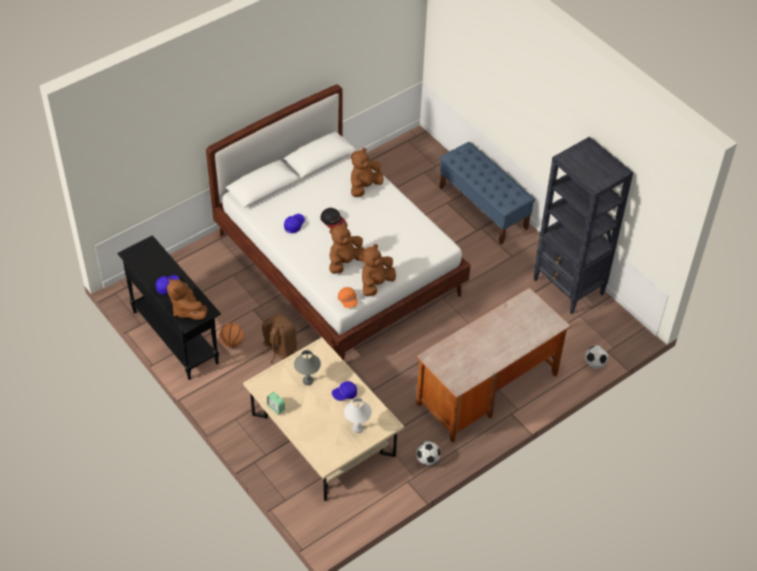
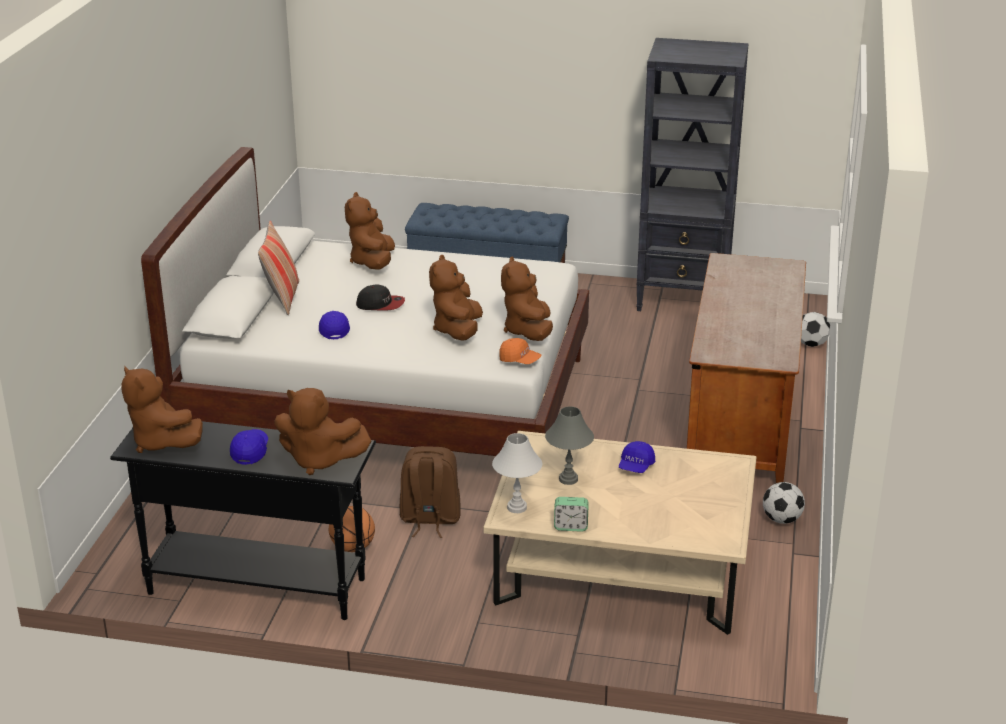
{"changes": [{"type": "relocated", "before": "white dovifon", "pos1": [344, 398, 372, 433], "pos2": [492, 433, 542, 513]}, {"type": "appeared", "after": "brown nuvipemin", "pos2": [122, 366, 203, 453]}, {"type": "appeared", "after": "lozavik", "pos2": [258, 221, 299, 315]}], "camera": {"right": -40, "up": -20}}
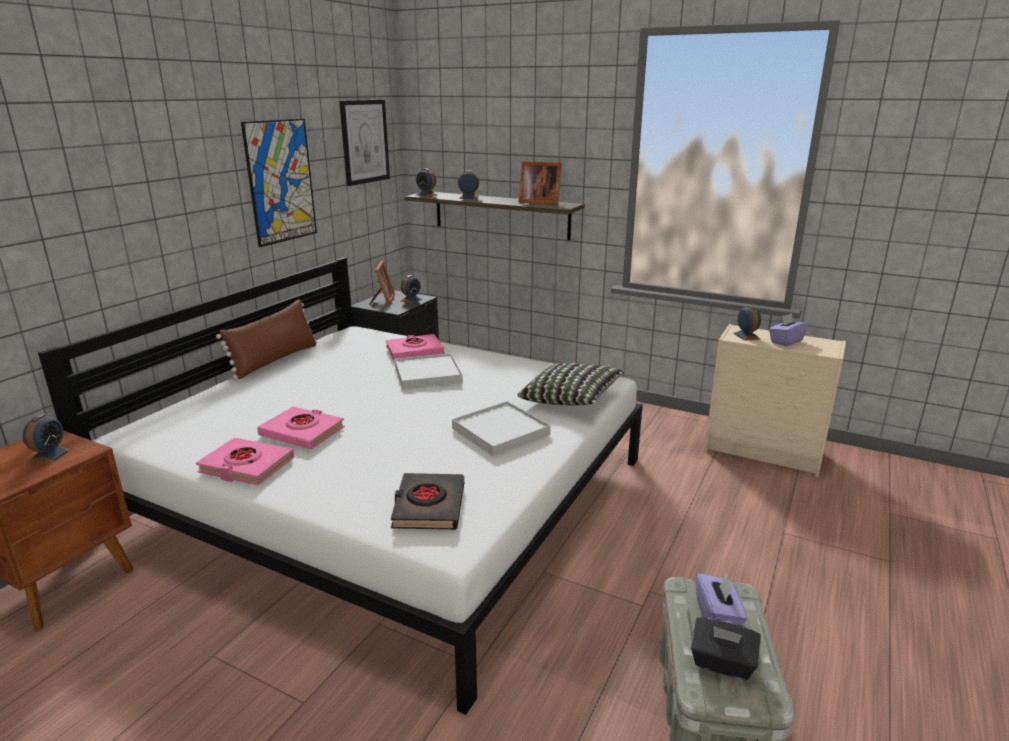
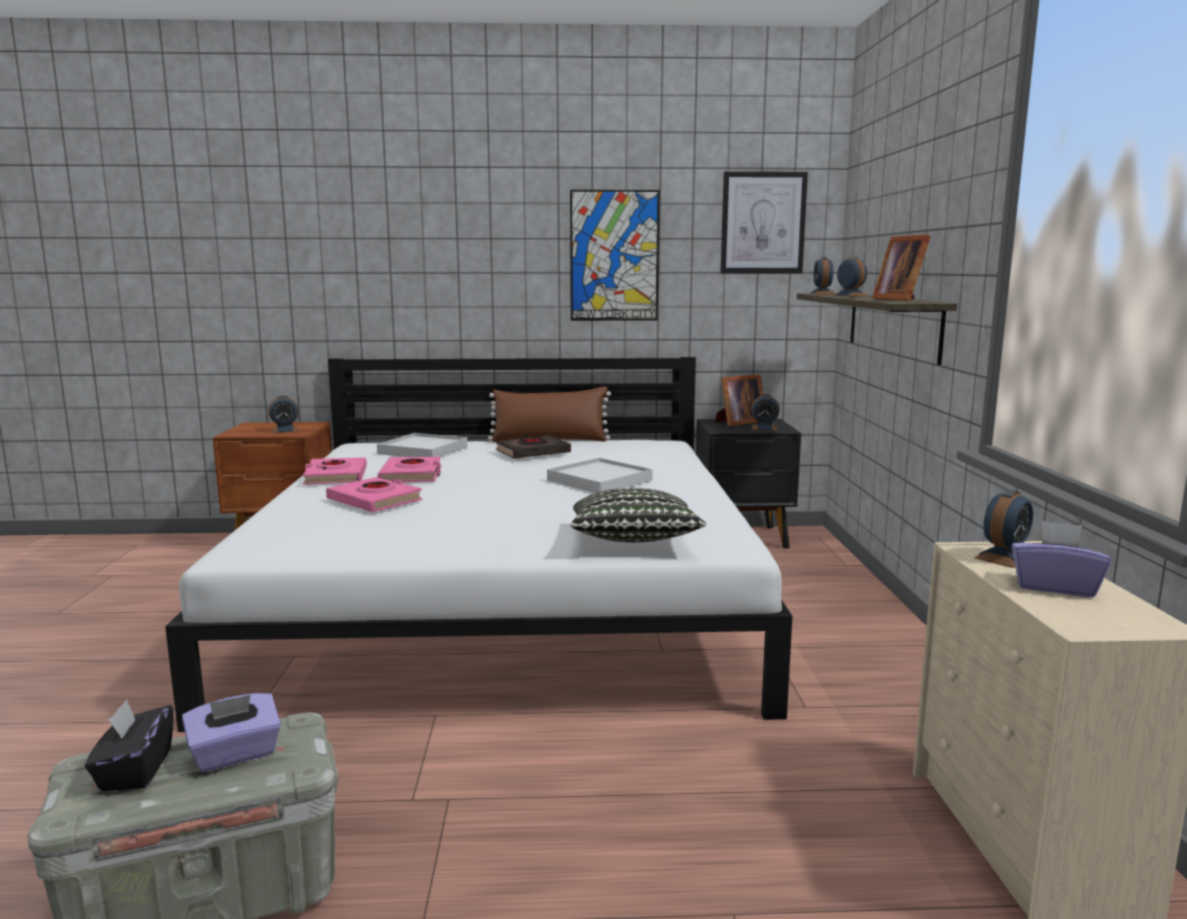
{"changes": [{"type": "relocated", "before": "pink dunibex", "pos1": [386, 334, 444, 360], "pos2": [326, 477, 422, 512]}, {"type": "relocated", "before": "black dunibex", "pos1": [391, 473, 464, 530], "pos2": [496, 435, 571, 459]}, {"type": "relocated", "before": "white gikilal", "pos1": [452, 401, 551, 456], "pos2": [377, 433, 467, 457]}], "camera": {"right": 60, "up": -10}}
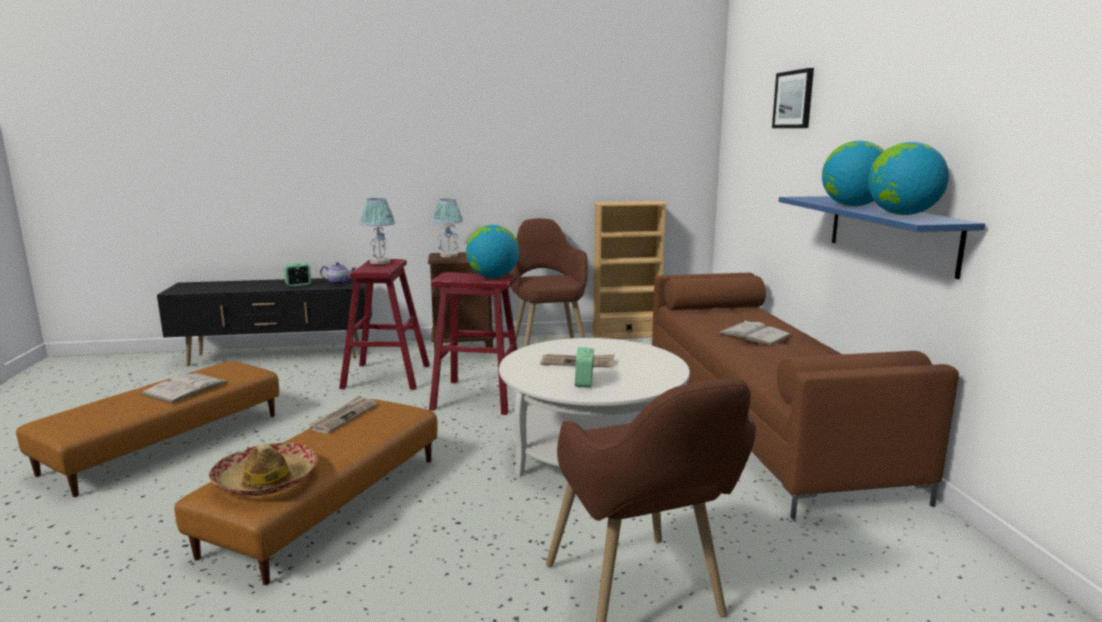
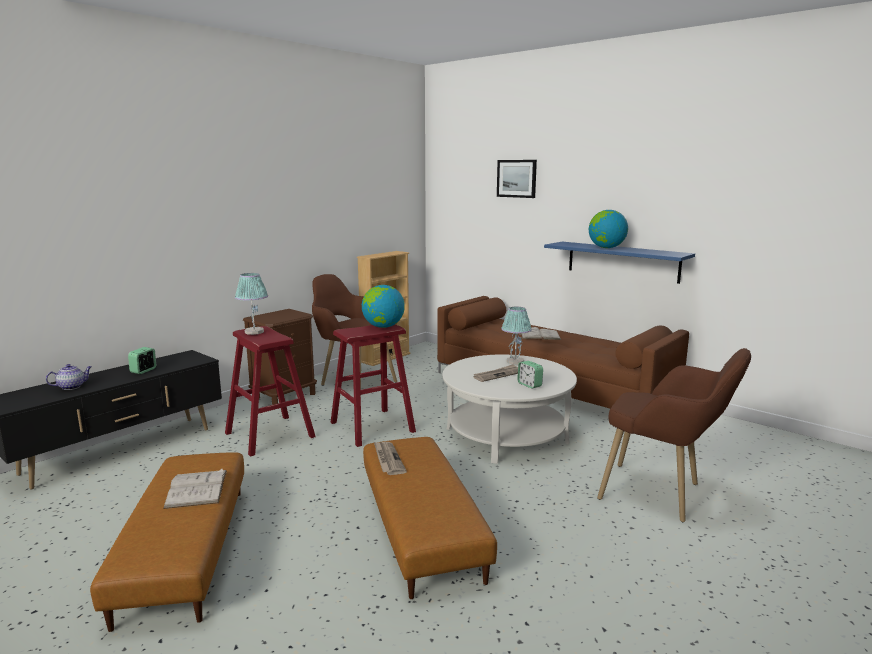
{"changes": [{"type": "missing", "before": "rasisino", "pos1": [209, 442, 318, 496]}, {"type": "relocated", "before": "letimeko", "pos1": [320, 262, 355, 285], "pos2": [46, 364, 92, 390]}, {"type": "relocated", "before": "dovifon", "pos1": [432, 199, 463, 258], "pos2": [501, 307, 532, 365]}, {"type": "missing", "before": "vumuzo", "pos1": [868, 142, 949, 215]}], "camera": {"right": -40, "up": 0}}
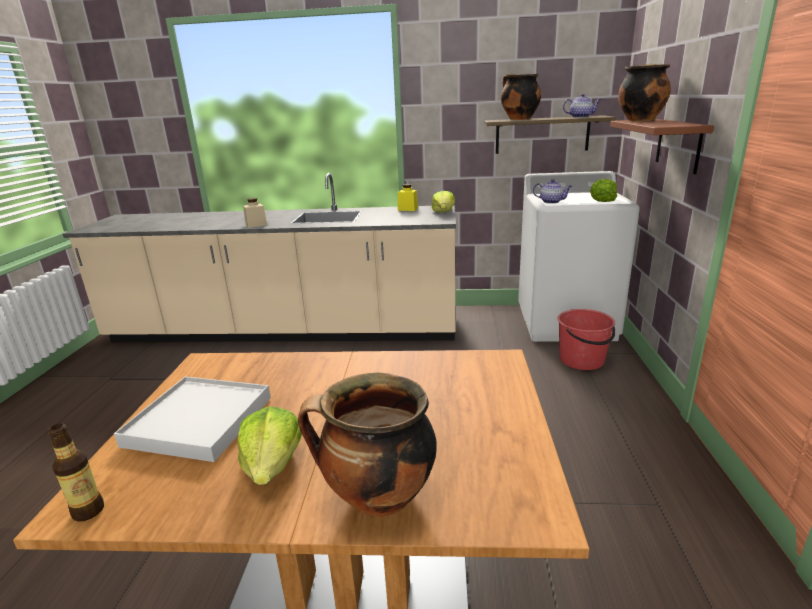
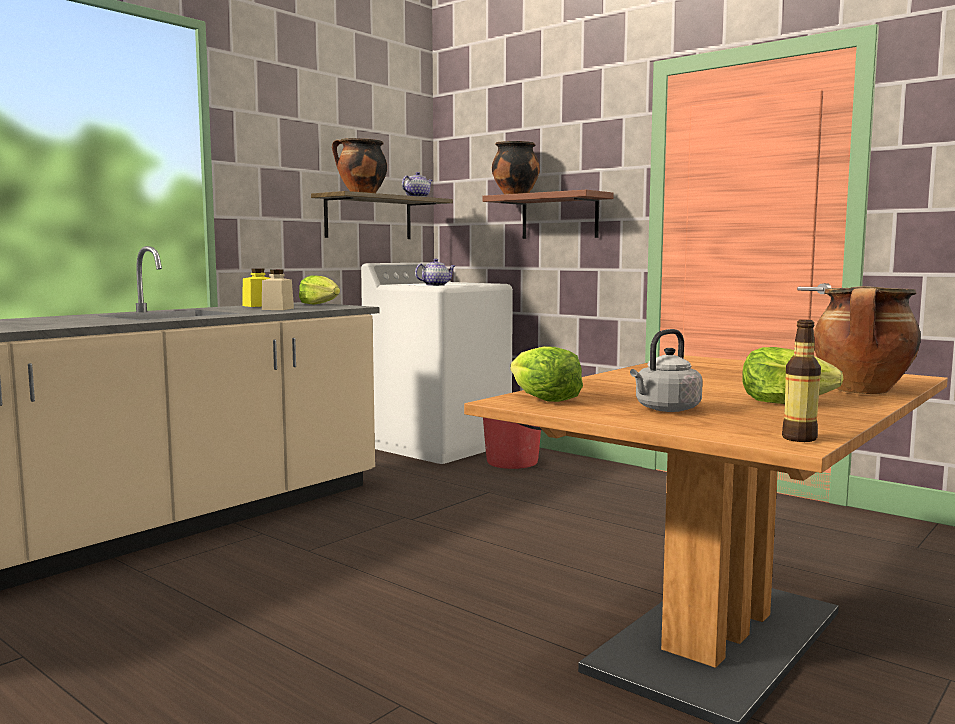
{"changes": [{"type": "exchanged", "before": "white gikilal", "after": "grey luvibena", "pos1": [114, 376, 271, 462], "pos2": [630, 329, 703, 412]}, {"type": "relocated", "before": "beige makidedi", "pos1": [243, 198, 267, 228], "pos2": [262, 269, 294, 310]}, {"type": "relocated", "before": "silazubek", "pos1": [590, 179, 617, 202], "pos2": [510, 346, 583, 402]}], "camera": {"right": -55, "up": -15}}
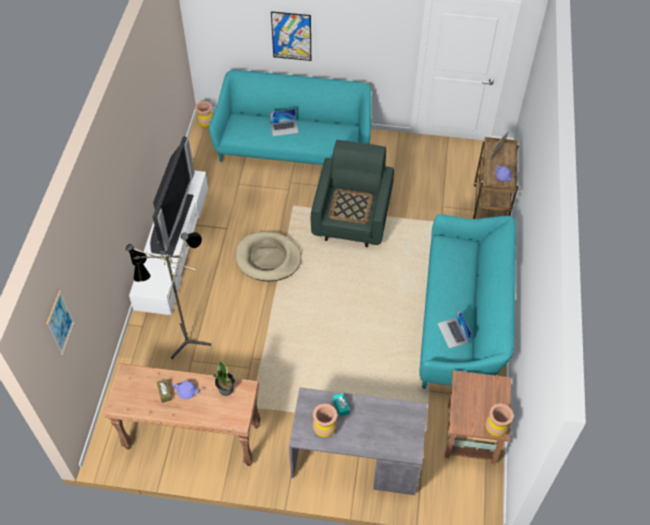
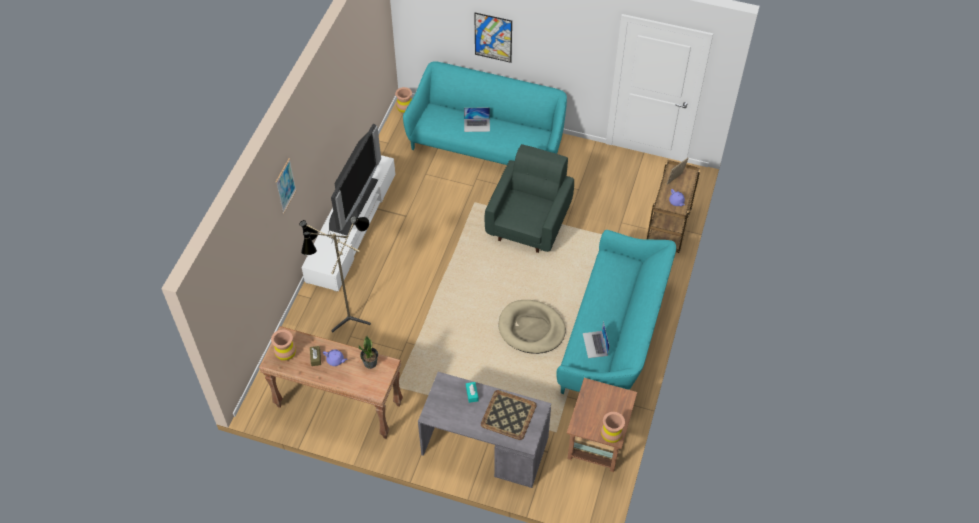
{"changes": [{"type": "relocated", "before": "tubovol", "pos1": [46, 290, 75, 355], "pos2": [276, 158, 297, 213]}, {"type": "relocated", "before": "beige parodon", "pos1": [235, 231, 301, 281], "pos2": [499, 300, 566, 354]}, {"type": "relocated", "before": "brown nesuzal", "pos1": [313, 404, 337, 438], "pos2": [271, 330, 296, 361]}, {"type": "relocated", "before": "gikilal", "pos1": [328, 189, 373, 224], "pos2": [481, 390, 537, 440]}], "camera": {"right": 10, "up": 0}}
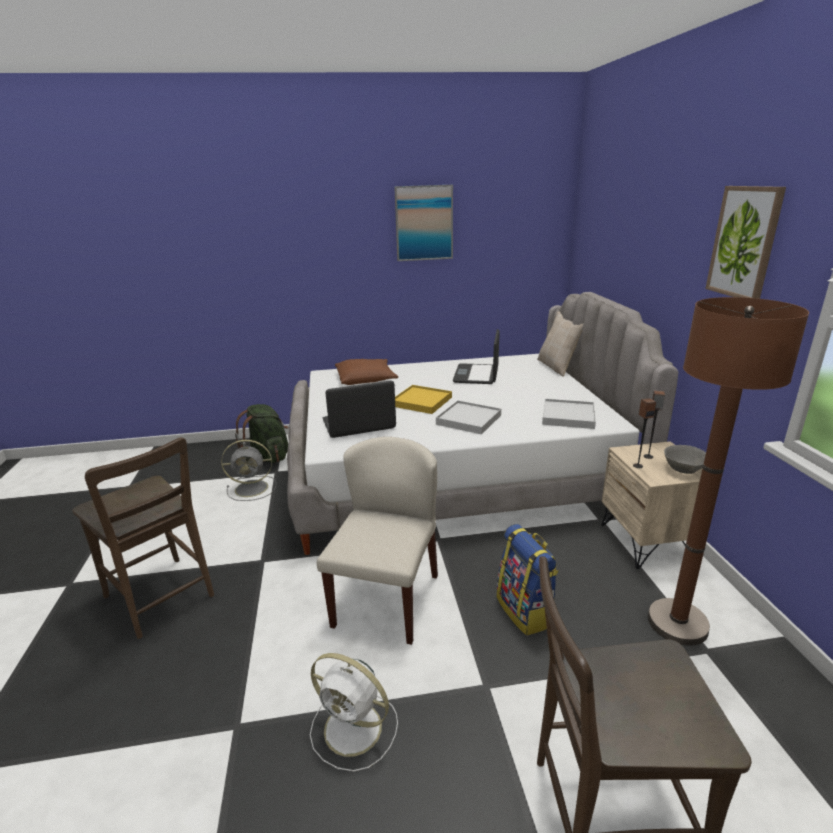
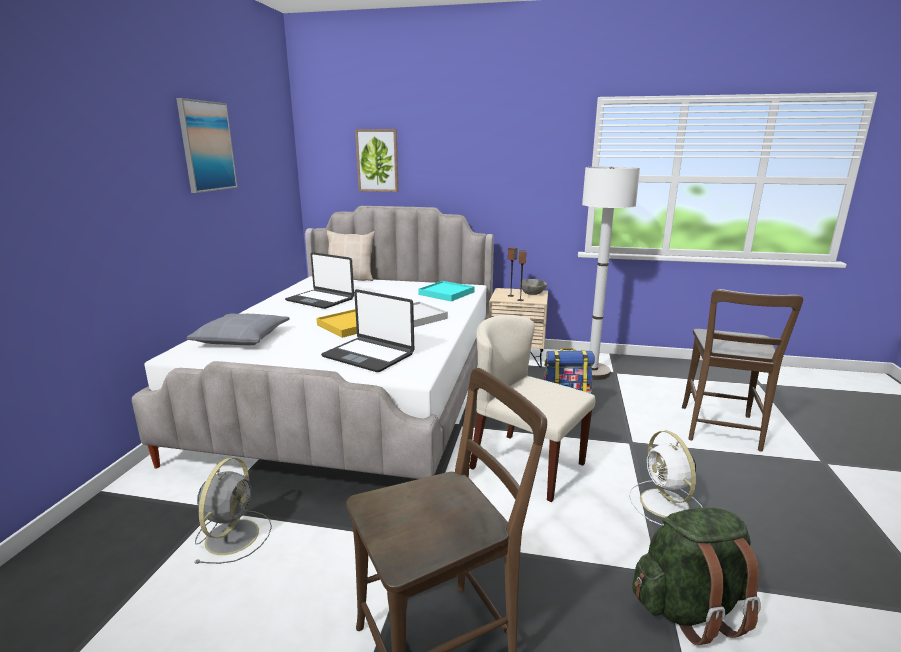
{"changes": [{"type": "relocated", "before": "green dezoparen", "pos1": [235, 404, 289, 463], "pos2": [632, 508, 761, 645]}, {"type": "spun", "before": "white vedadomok", "pos1": [310, 653, 398, 772], "pos2": [629, 431, 703, 526], "turn": 120}, {"type": "spun", "before": "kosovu", "pos1": [323, 381, 396, 438], "pos2": [321, 289, 414, 372], "turn": -60}, {"type": "colour", "before": "brown lozavik", "after": "grey lozavik", "pos1": [335, 359, 398, 385], "pos2": [187, 313, 289, 345]}, {"type": "colour", "before": "white gikilal", "after": "turquoise gikilal", "pos1": [542, 399, 596, 429], "pos2": [418, 281, 475, 301]}, {"type": "colour", "before": "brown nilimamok", "after": "white nilimamok", "pos1": [648, 297, 809, 646], "pos2": [582, 167, 640, 380]}, {"type": "relocated", "before": "tubovol", "pos1": [706, 186, 786, 299], "pos2": [355, 129, 399, 192]}], "camera": {"right": -70, "up": -5}}
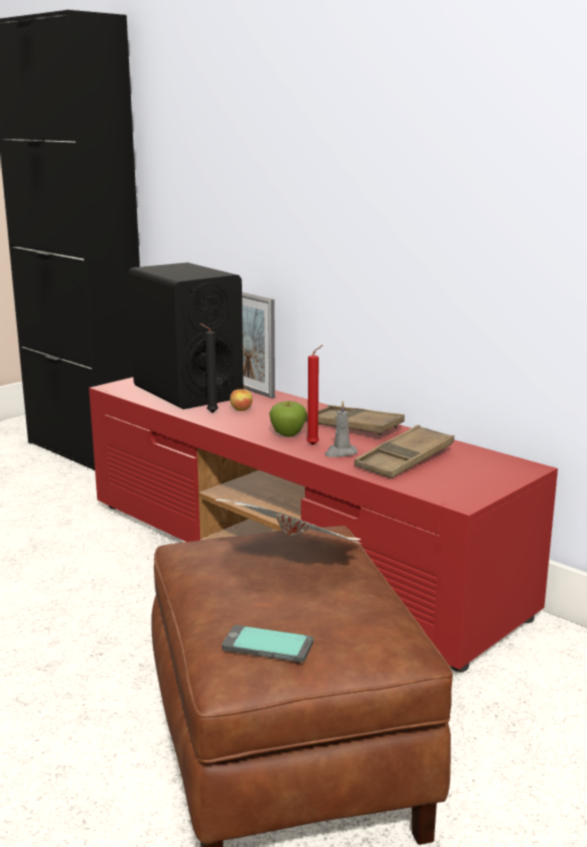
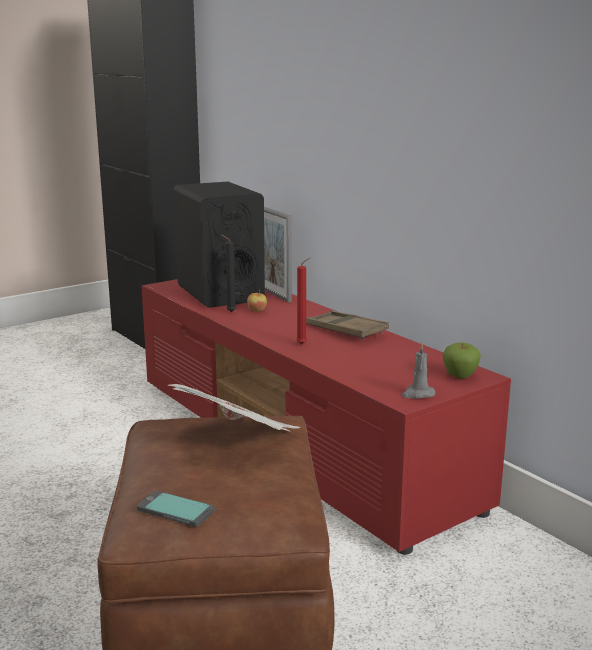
{"changes": [{"type": "relocated", "before": "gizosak", "pos1": [269, 401, 307, 437], "pos2": [442, 343, 481, 379]}, {"type": "relocated", "before": "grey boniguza", "pos1": [325, 400, 358, 457], "pos2": [402, 343, 435, 399]}, {"type": "missing", "before": "brown gikilal", "pos1": [354, 425, 454, 479]}], "camera": {"right": 10, "up": 0}}
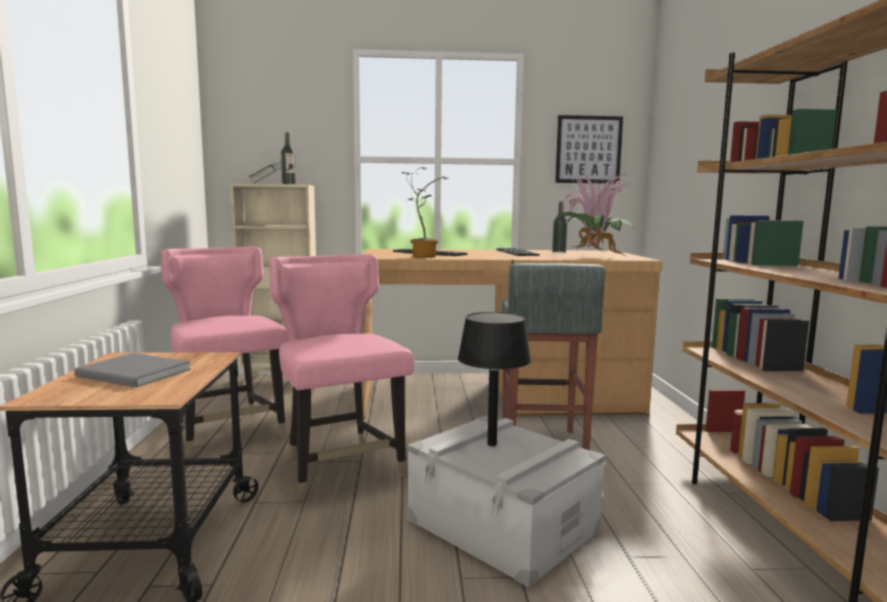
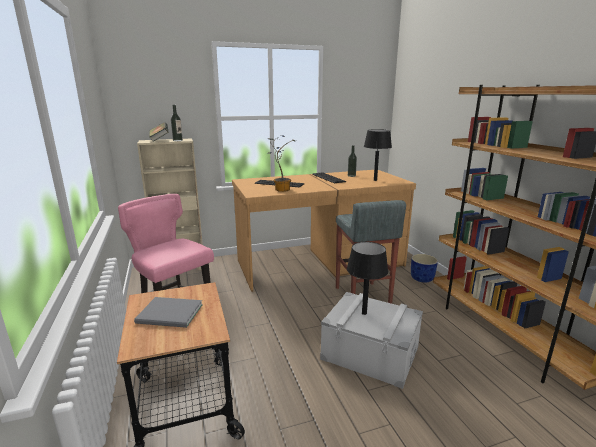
{"changes": [{"type": "missing", "before": "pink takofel", "pos1": [270, 254, 414, 500]}, {"type": "missing", "before": "tubovol", "pos1": [555, 115, 623, 184]}, {"type": "exchanged", "before": "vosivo", "after": "black dovifon", "pos1": [555, 171, 635, 257], "pos2": [364, 129, 392, 181]}, {"type": "appeared", "after": "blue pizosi", "pos2": [411, 254, 438, 282]}], "camera": {"right": -15, "up": 10}}
